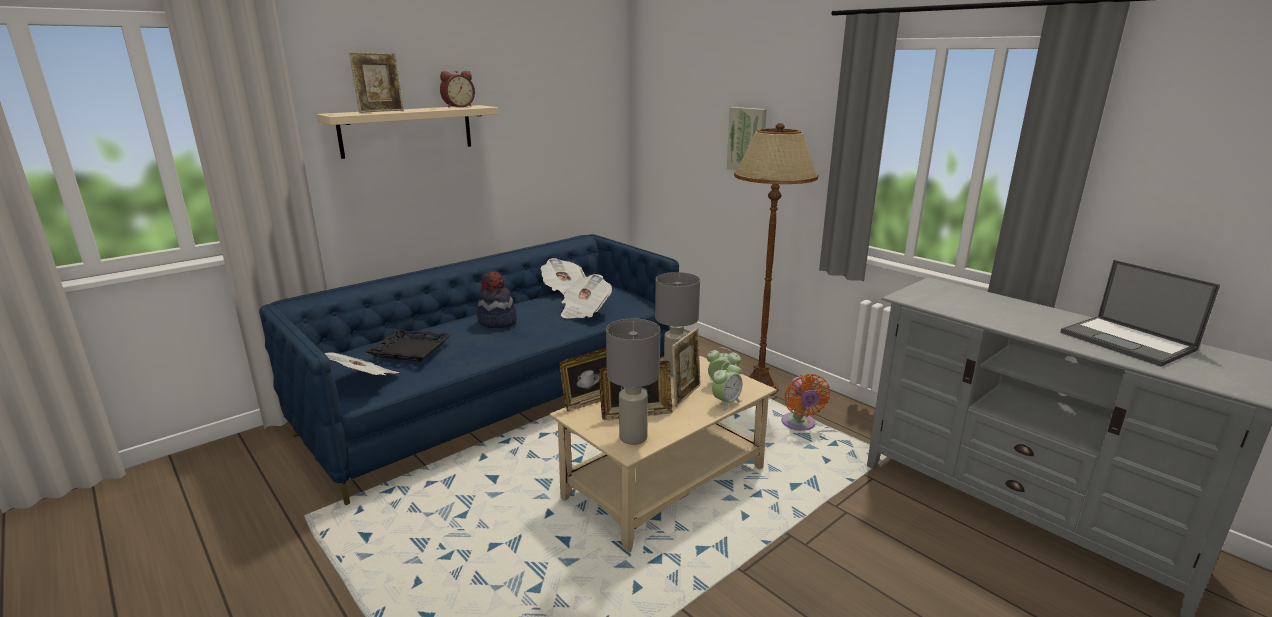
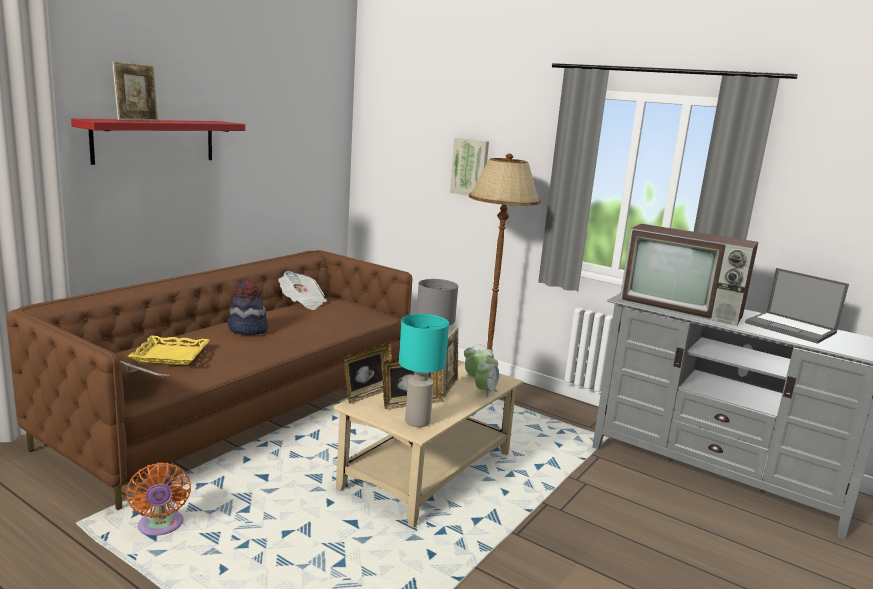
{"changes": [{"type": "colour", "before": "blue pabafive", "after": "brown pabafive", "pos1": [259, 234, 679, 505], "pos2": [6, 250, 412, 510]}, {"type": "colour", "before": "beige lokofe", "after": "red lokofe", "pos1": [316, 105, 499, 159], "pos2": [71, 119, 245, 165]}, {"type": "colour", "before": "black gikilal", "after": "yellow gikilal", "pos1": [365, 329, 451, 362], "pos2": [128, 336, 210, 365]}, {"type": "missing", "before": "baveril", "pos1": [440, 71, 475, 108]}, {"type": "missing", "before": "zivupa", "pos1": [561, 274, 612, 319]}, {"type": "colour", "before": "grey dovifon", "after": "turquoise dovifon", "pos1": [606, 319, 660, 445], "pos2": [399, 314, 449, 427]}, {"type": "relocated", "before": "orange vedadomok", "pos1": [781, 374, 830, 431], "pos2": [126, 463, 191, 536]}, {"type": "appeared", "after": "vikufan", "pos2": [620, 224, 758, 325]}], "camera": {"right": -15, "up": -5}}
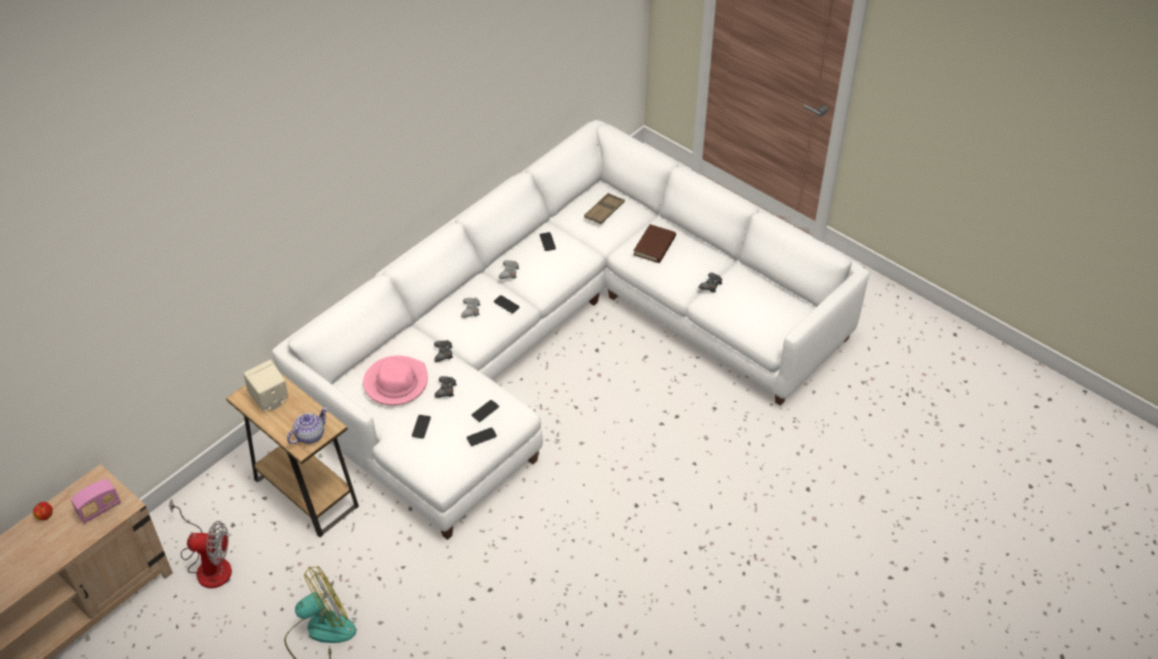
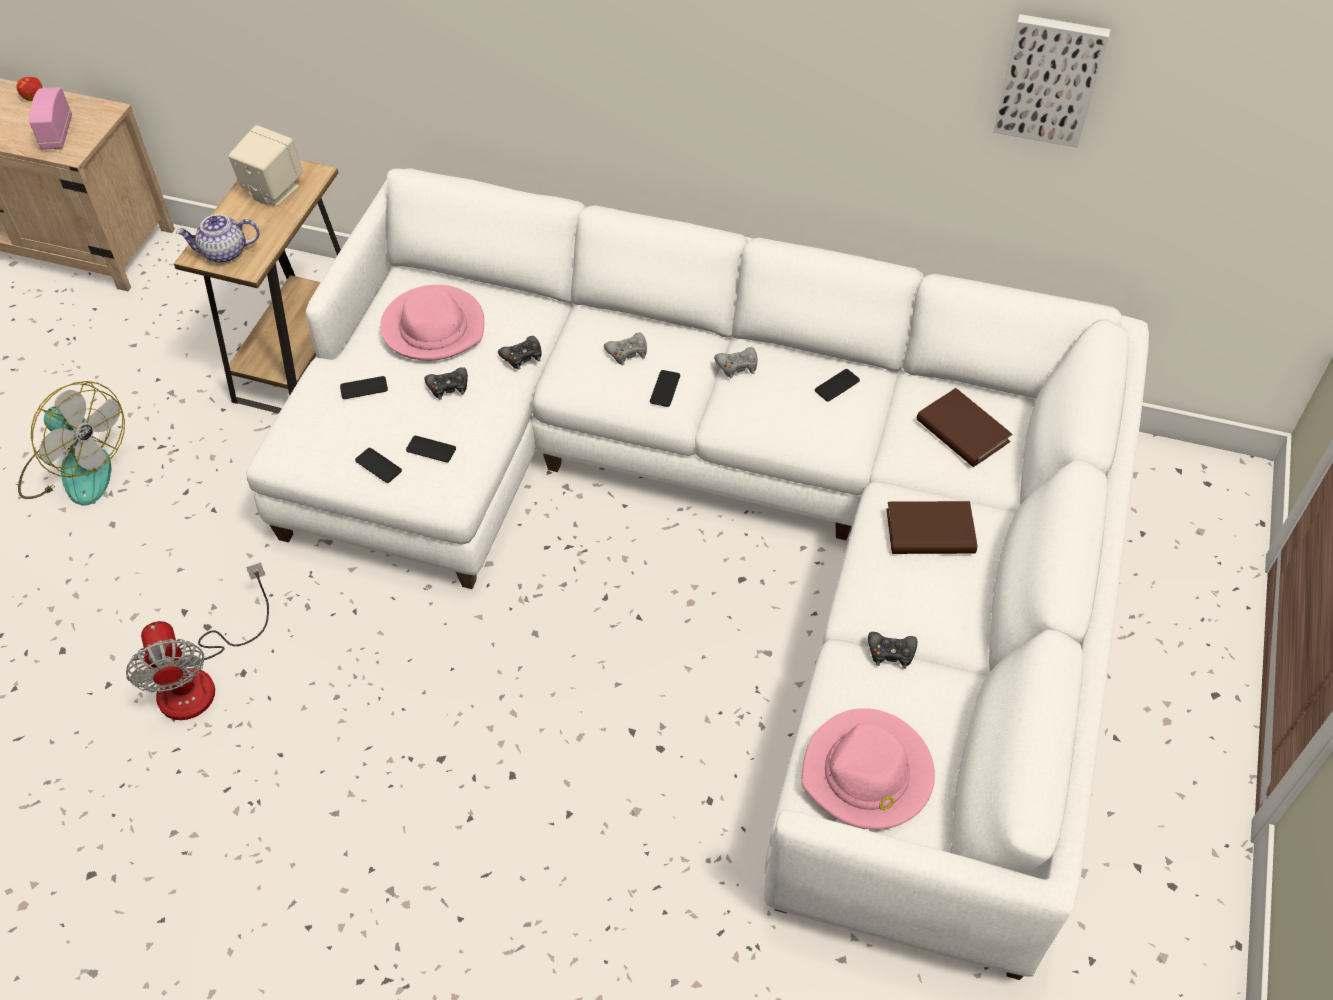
{"changes": [{"type": "spun", "before": "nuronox", "pos1": [71, 479, 121, 524], "pos2": [29, 87, 72, 149], "turn": 60}, {"type": "relocated", "before": "vedadomok", "pos1": [169, 499, 232, 588], "pos2": [126, 562, 269, 720]}, {"type": "spun", "before": "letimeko", "pos1": [287, 407, 328, 444], "pos2": [176, 214, 259, 263], "turn": 150}, {"type": "exchanged", "before": "brown gikilal", "after": "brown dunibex", "pos1": [584, 193, 625, 224], "pos2": [917, 388, 1012, 467]}, {"type": "appeared", "after": "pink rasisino", "pos2": [801, 708, 935, 830]}, {"type": "appeared", "after": "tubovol", "pos2": [993, 14, 1110, 148]}], "camera": {"right": 65, "up": 5}}
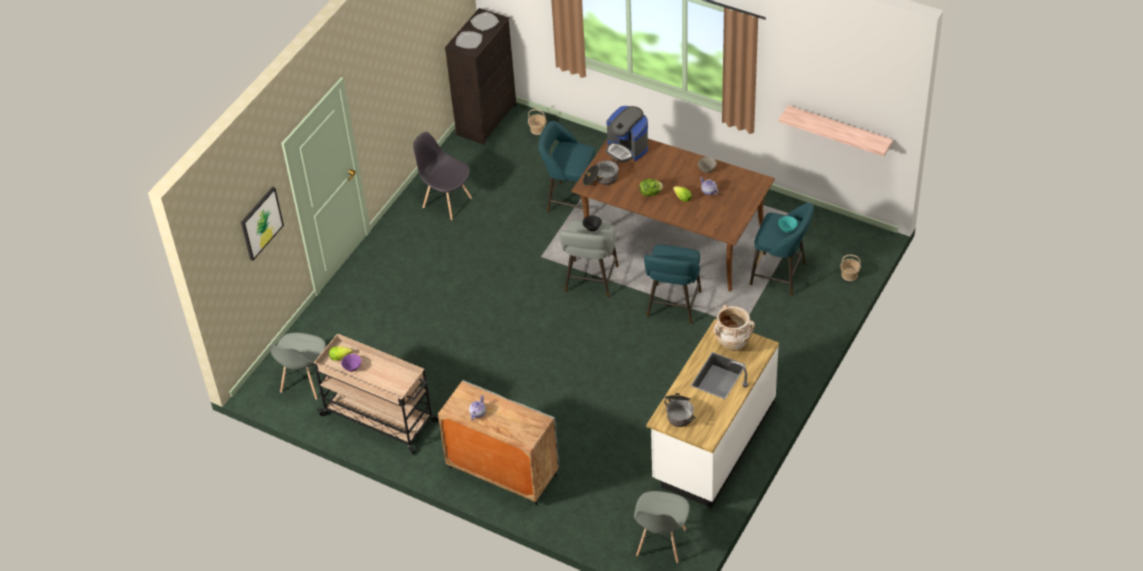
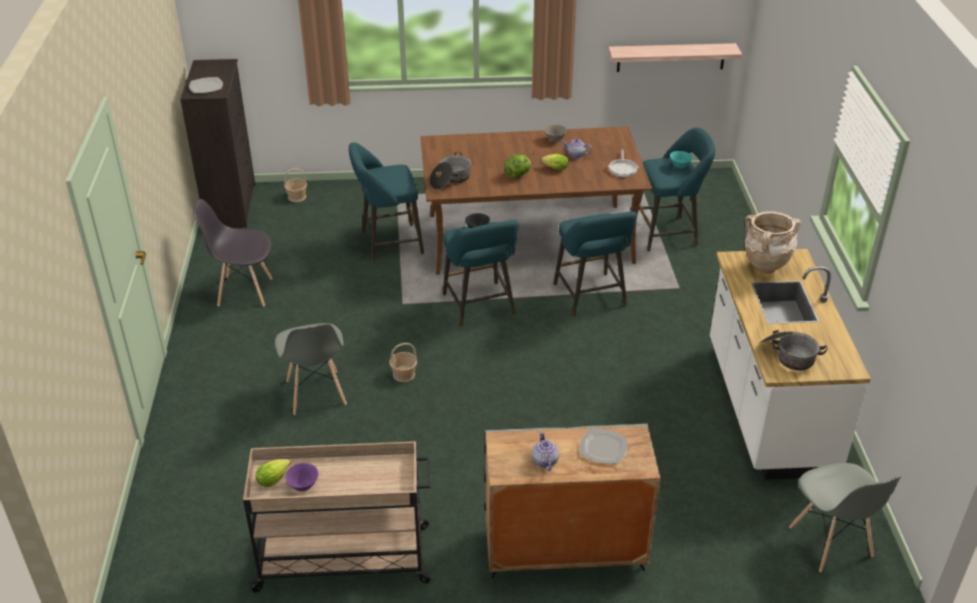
{"changes": [{"type": "missing", "before": "tubovol", "pos1": [241, 187, 284, 261]}, {"type": "relocated", "before": "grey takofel", "pos1": [270, 333, 326, 400], "pos2": [275, 323, 347, 415]}, {"type": "relocated", "before": "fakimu", "pos1": [470, 12, 499, 31], "pos2": [580, 429, 627, 464]}, {"type": "colour", "before": "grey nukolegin", "after": "turquoise nukolegin", "pos1": [559, 220, 618, 298], "pos2": [443, 220, 518, 327]}, {"type": "missing", "before": "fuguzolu", "pos1": [606, 106, 648, 162]}, {"type": "relocated", "before": "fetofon", "pos1": [840, 255, 861, 281], "pos2": [389, 343, 417, 382]}, {"type": "appeared", "after": "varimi", "pos2": [608, 149, 639, 177]}], "camera": {"right": -35, "up": -10}}
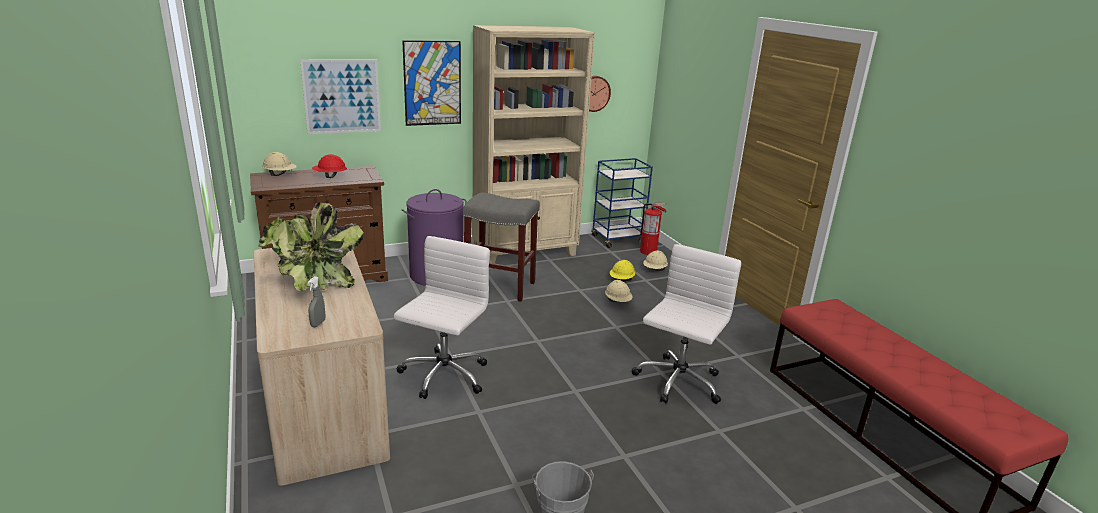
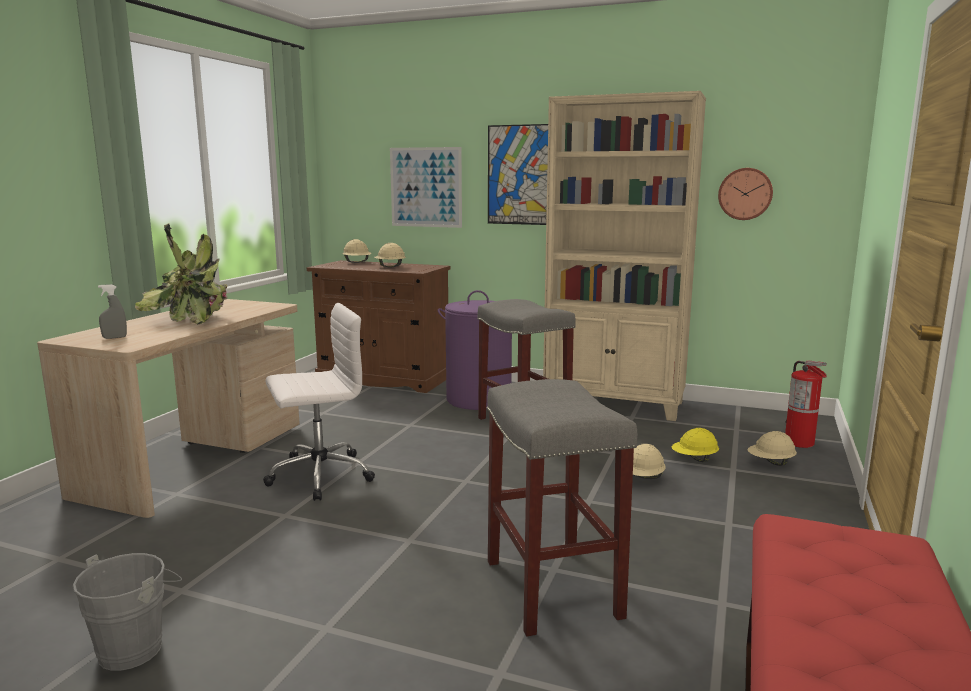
{"changes": [{"type": "colour", "before": "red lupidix", "after": "beige lupidix", "pos1": [312, 154, 347, 178], "pos2": [374, 243, 406, 268]}, {"type": "missing", "before": "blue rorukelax", "pos1": [591, 158, 653, 248]}, {"type": "exchanged", "before": "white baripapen", "after": "grey nukolegin", "pos1": [632, 244, 741, 404], "pos2": [487, 379, 637, 637]}], "camera": {"right": 45, "up": -10}}
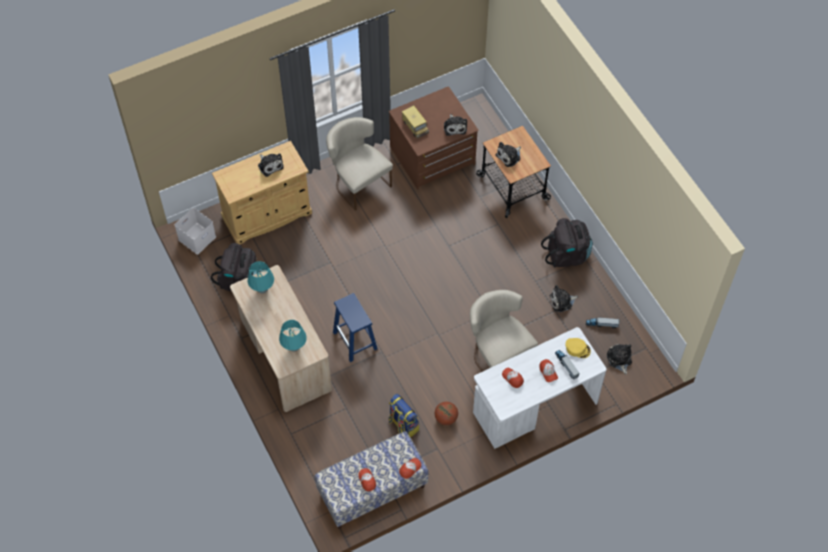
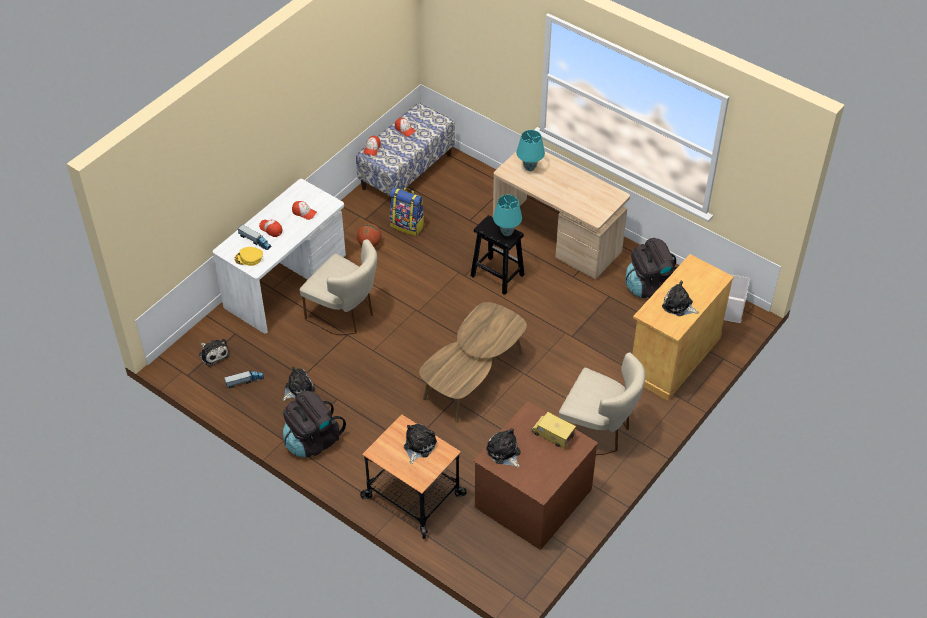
{"changes": [{"type": "relocated", "before": "turquoise dovifon", "pos1": [248, 261, 274, 294], "pos2": [493, 195, 522, 236]}, {"type": "colour", "before": "blue nukolegin", "after": "black nukolegin", "pos1": [333, 293, 377, 362], "pos2": [471, 215, 525, 295]}, {"type": "appeared", "after": "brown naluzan", "pos2": [419, 302, 527, 422]}], "camera": {"right": 155, "up": -10}}
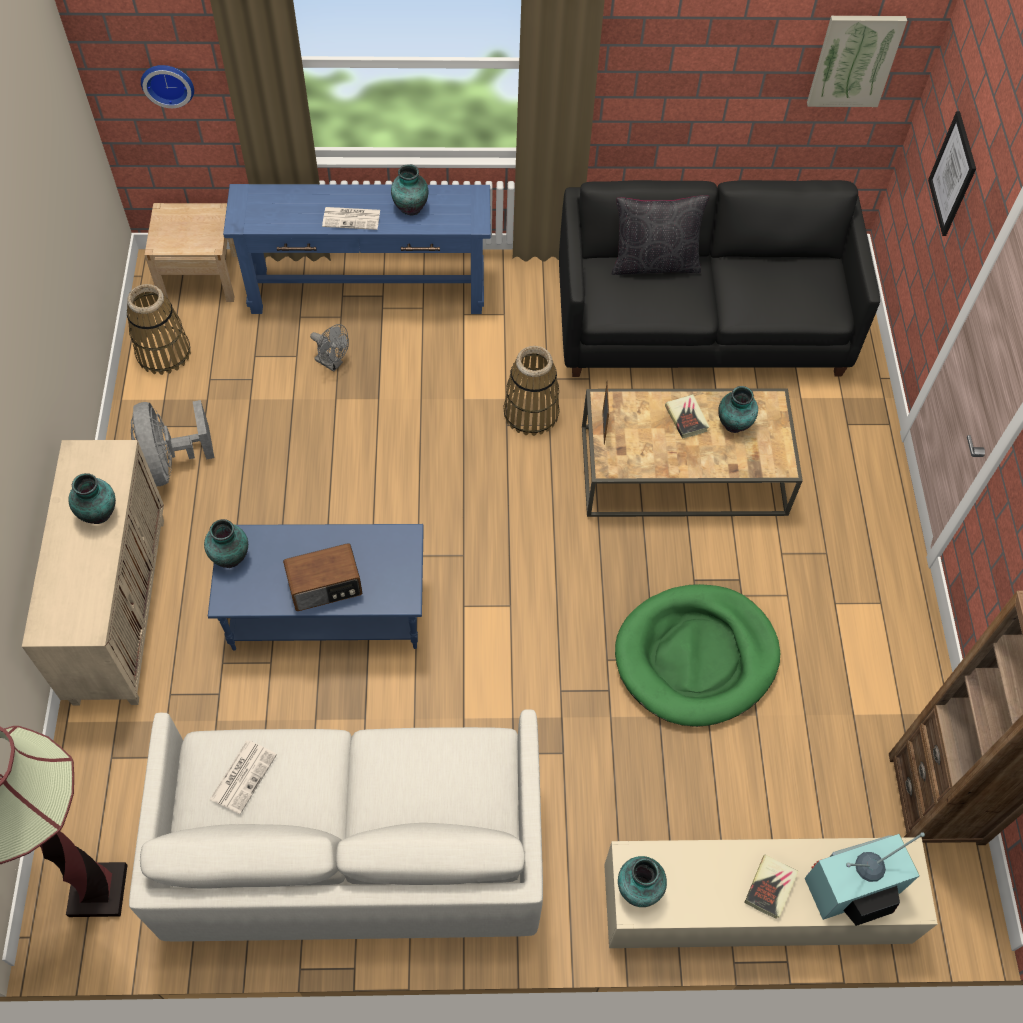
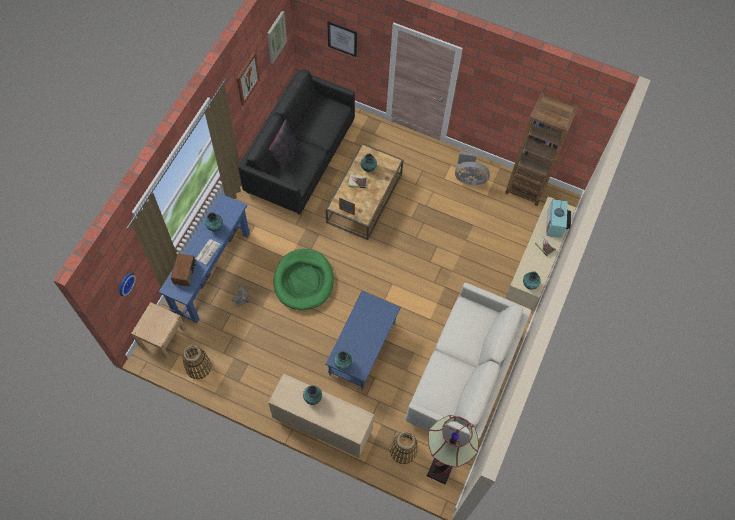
{"changes": [{"type": "relocated", "before": "grey vedadomok", "pos1": [131, 400, 214, 486], "pos2": [455, 151, 490, 185]}, {"type": "missing", "before": "zivupa", "pos1": [210, 740, 277, 814]}, {"type": "relocated", "before": "nuronox", "pos1": [283, 543, 362, 611], "pos2": [171, 253, 196, 286]}, {"type": "relocated", "before": "fetofon", "pos1": [504, 346, 559, 436], "pos2": [390, 431, 418, 464]}, {"type": "relocated", "before": "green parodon", "pos1": [615, 584, 780, 727], "pos2": [273, 249, 334, 310]}, {"type": "appeared", "after": "tubovol", "pos2": [237, 52, 260, 105]}], "camera": {"right": -65, "up": 5}}
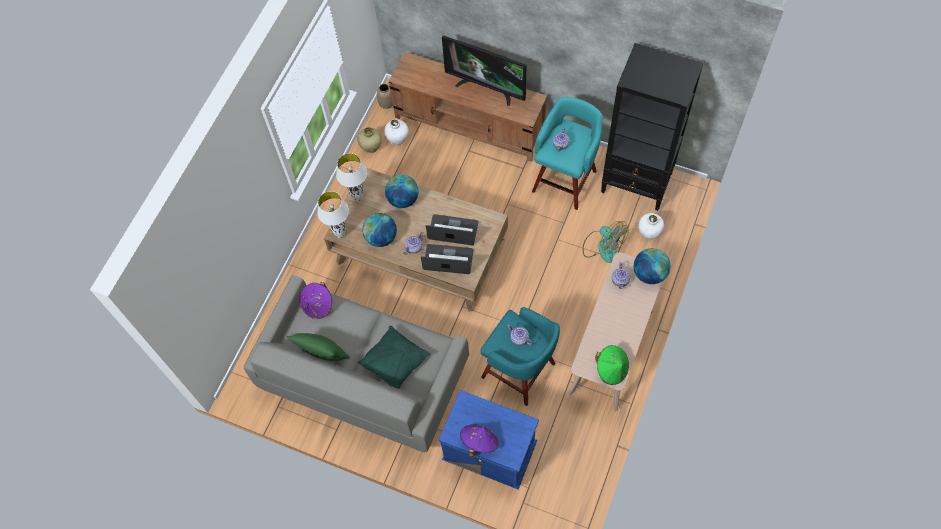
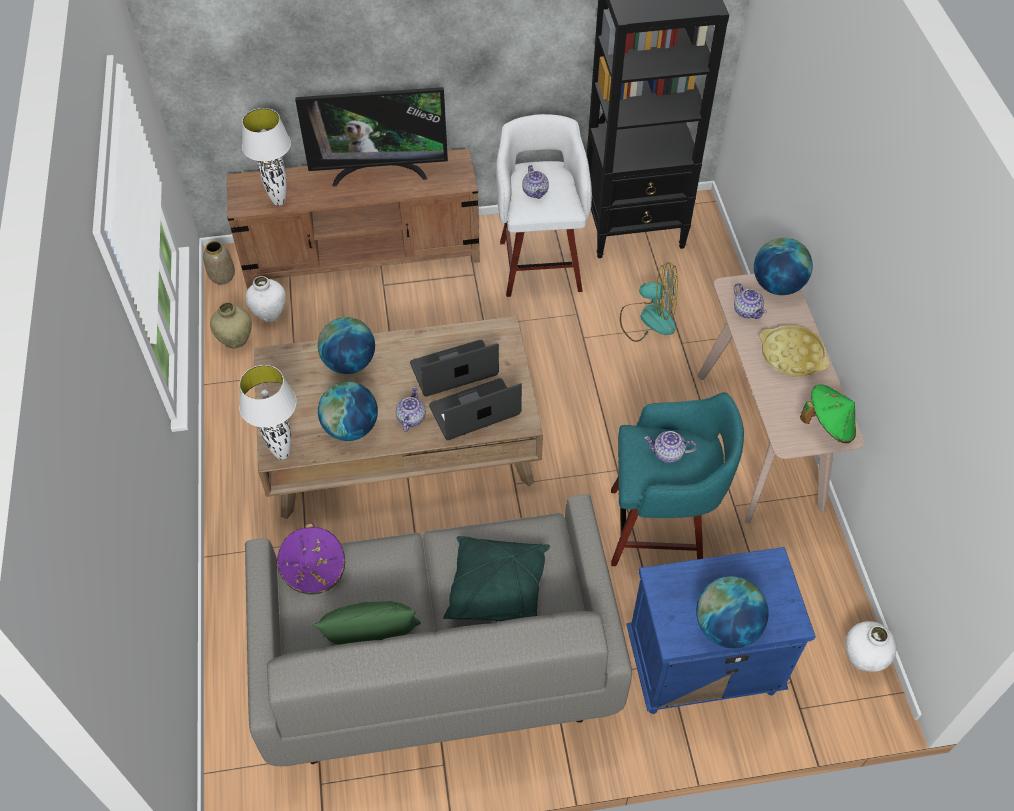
{"changes": [{"type": "relocated", "before": "white dovifon", "pos1": [336, 153, 367, 201], "pos2": [242, 108, 291, 206]}, {"type": "exchanged", "before": "purple rasisino", "after": "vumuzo", "pos1": [460, 424, 499, 457], "pos2": [696, 576, 769, 648]}, {"type": "colour", "before": "turquoise nukolegin", "after": "white nukolegin", "pos1": [532, 97, 603, 210], "pos2": [496, 114, 592, 297]}, {"type": "relocated", "before": "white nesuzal", "pos1": [638, 213, 664, 239], "pos2": [845, 621, 897, 672]}, {"type": "appeared", "after": "yellow gikilal", "pos2": [759, 325, 829, 377]}], "camera": {"right": -35, "up": -10}}
